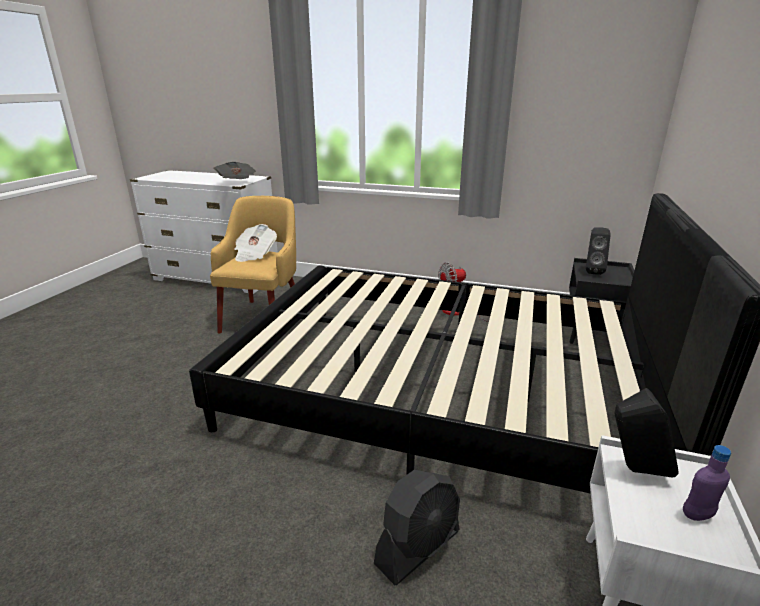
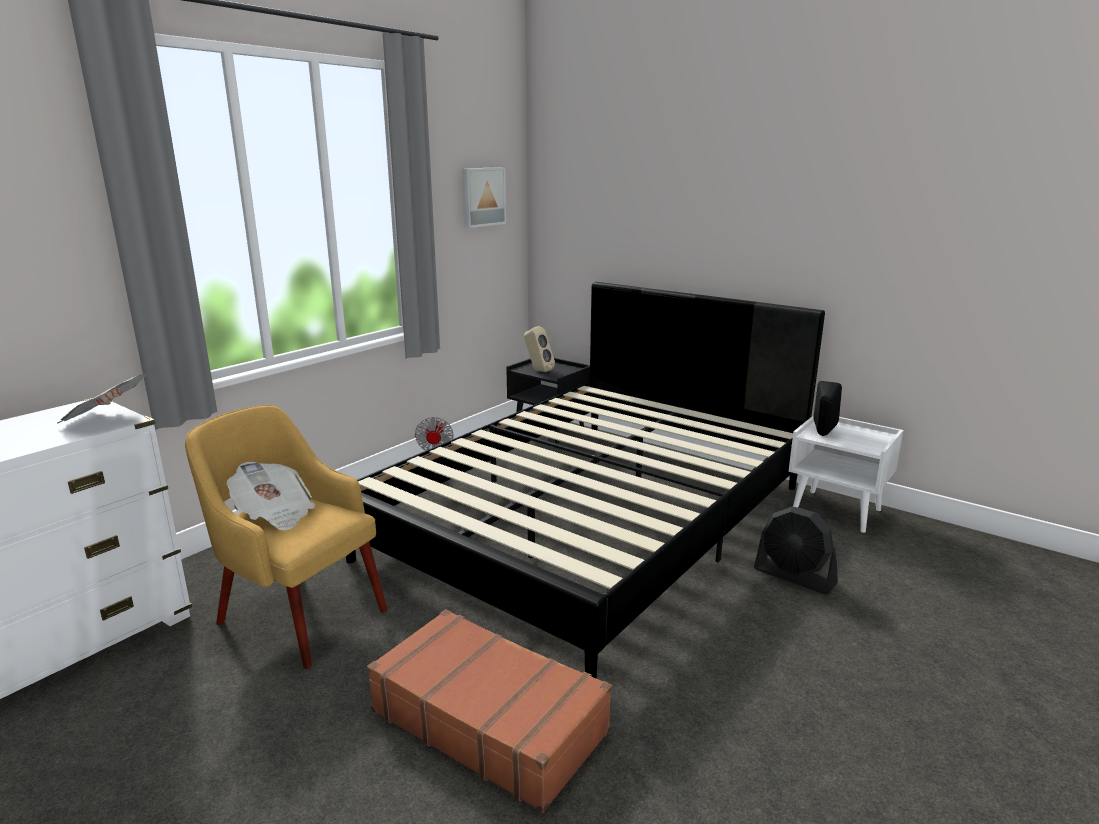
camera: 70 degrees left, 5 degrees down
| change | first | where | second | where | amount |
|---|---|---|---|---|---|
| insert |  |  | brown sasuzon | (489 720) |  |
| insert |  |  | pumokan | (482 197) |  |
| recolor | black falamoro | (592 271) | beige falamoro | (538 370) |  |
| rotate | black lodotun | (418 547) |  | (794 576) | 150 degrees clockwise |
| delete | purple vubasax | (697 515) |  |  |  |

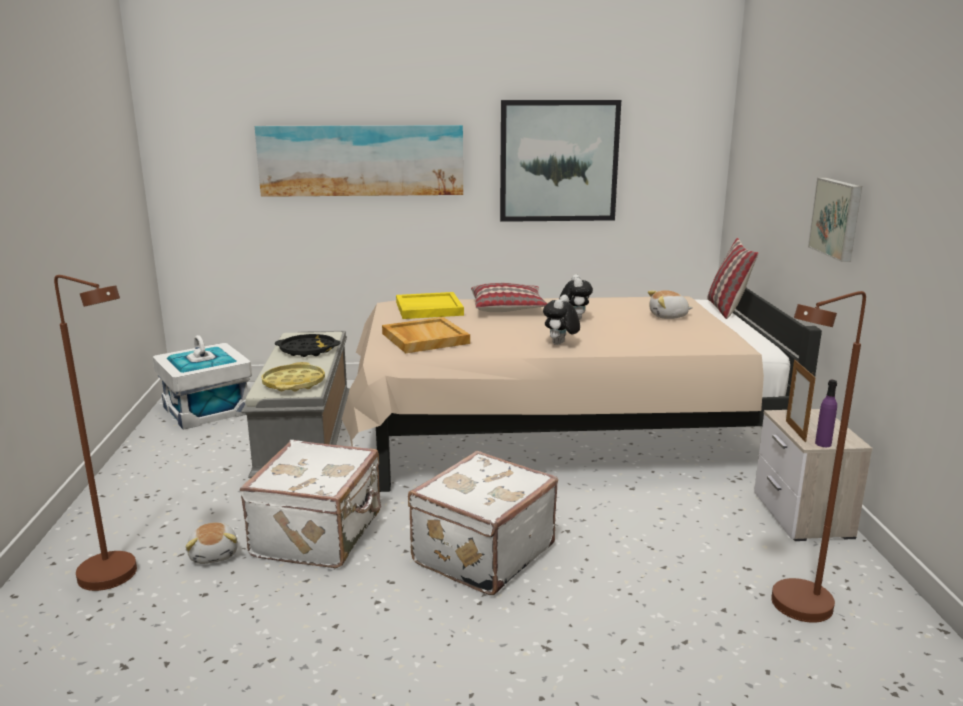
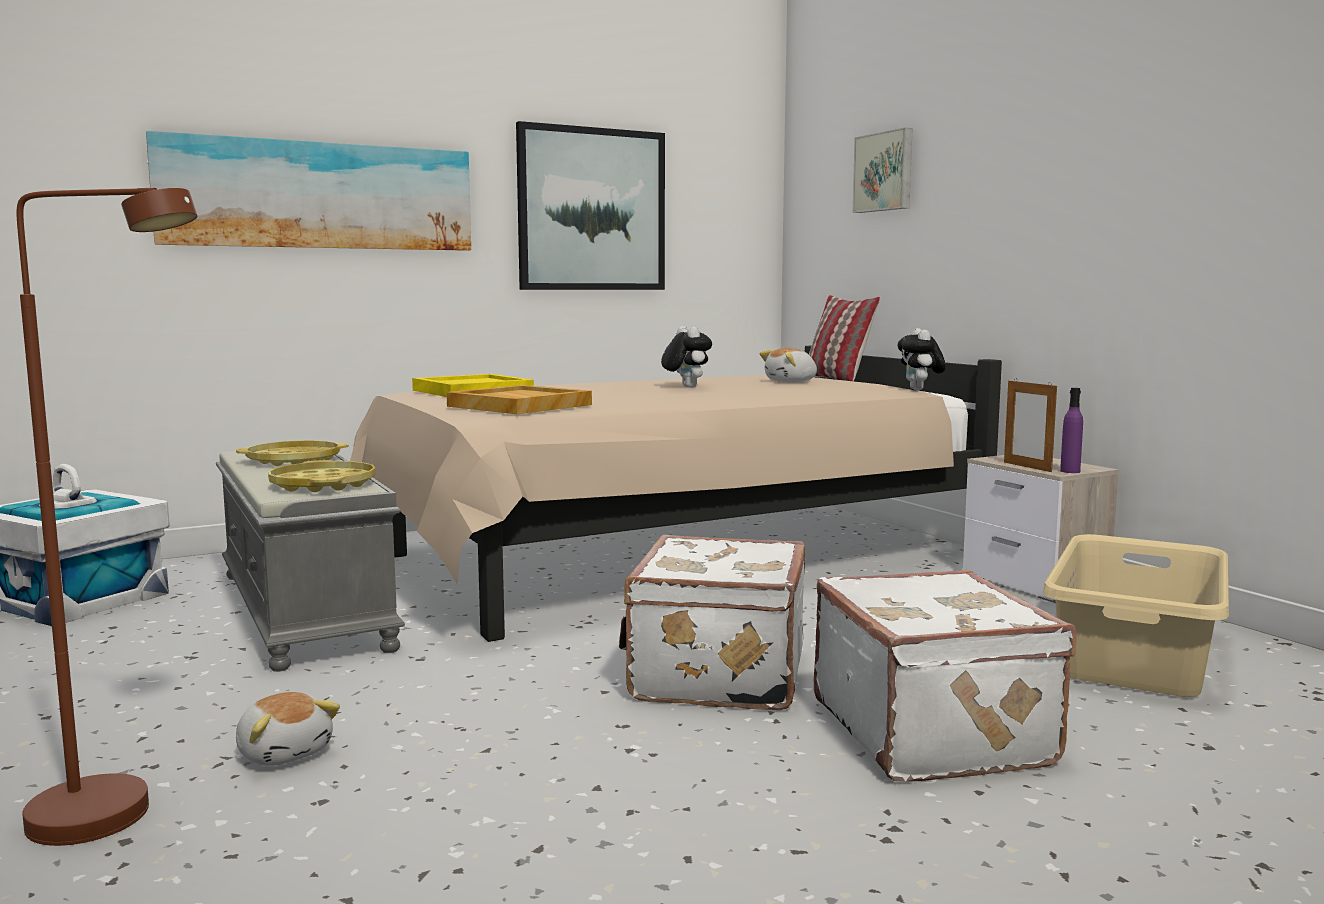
camera: 25 degrees left, 10 degrees down
| change | first | where | second | where | amount |
|---|---|---|---|---|---|
| recolor | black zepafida | (308 350) | yellow zepafida | (293 460) |  |
| move | white sasuzon | (320 534) |  | (934 732) |  |
| move | pumokan | (837 218) |  | (885 172) |  |
| move | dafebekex | (560 344) |  | (920 390) |  |
| replace | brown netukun | (794 611) | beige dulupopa | (1136 656) |  |
| delete | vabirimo | (508 308) |  |  |  |

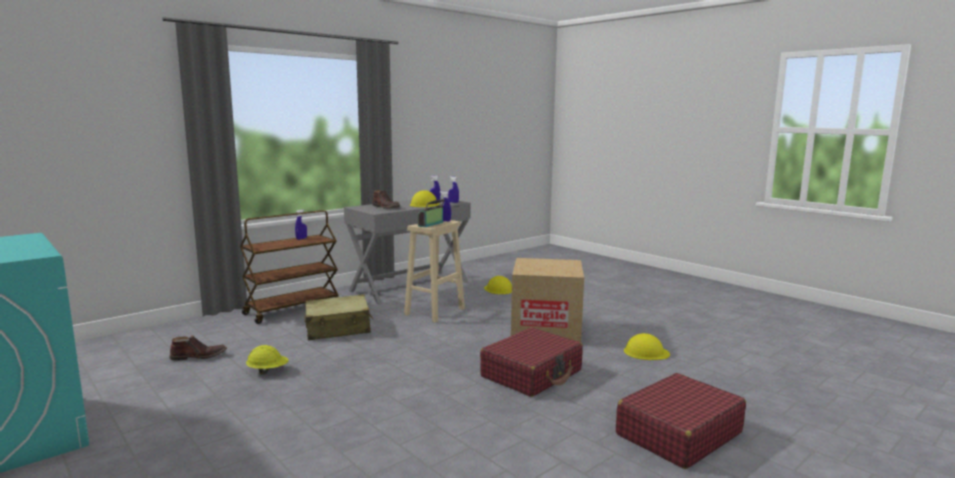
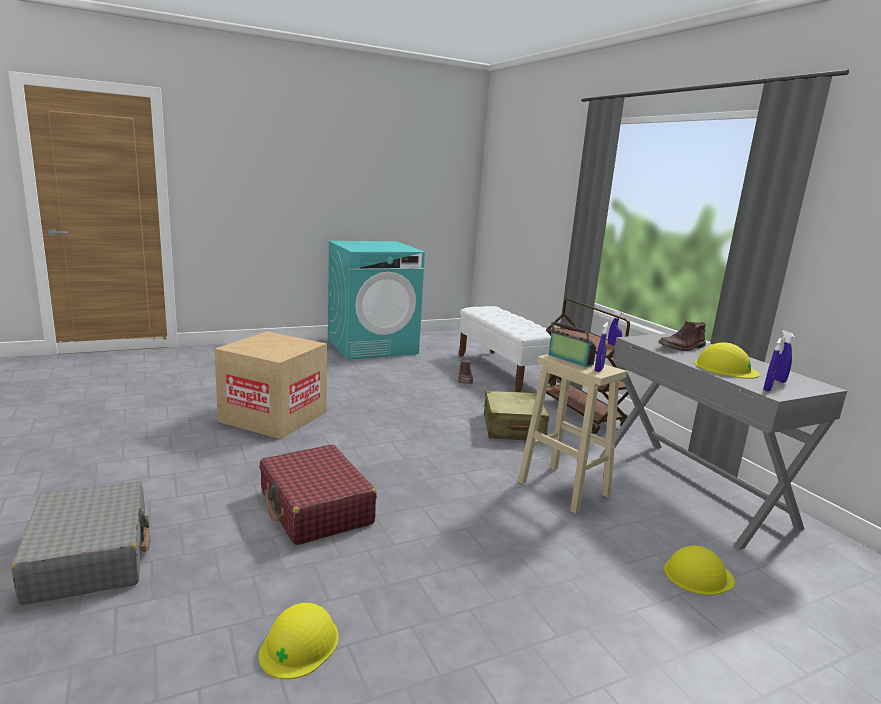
camera: 105 degrees right, 5 degrees up
| change | first | where | second | where | amount |
|---|---|---|---|---|---|
| recolor | red sasuzon | (678 434) | grey sasuzon | (90 556) |  |
| move | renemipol | (546 331) |  | (273 417) |  |
| insert |  |  | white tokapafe | (504 370) |  |
| delete | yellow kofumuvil | (268 371) |  |  |  |

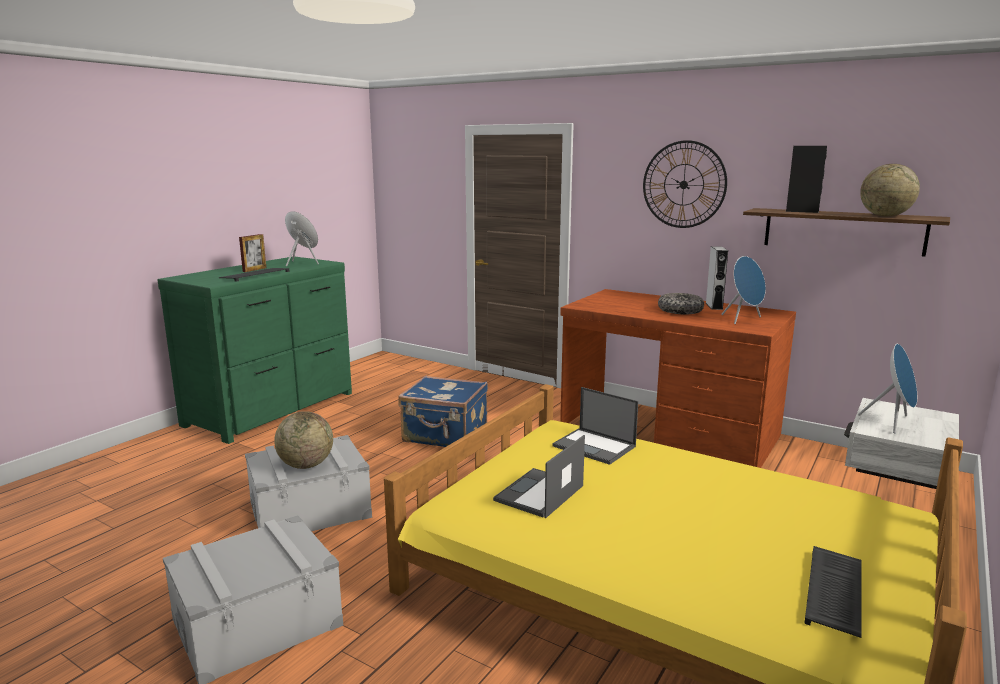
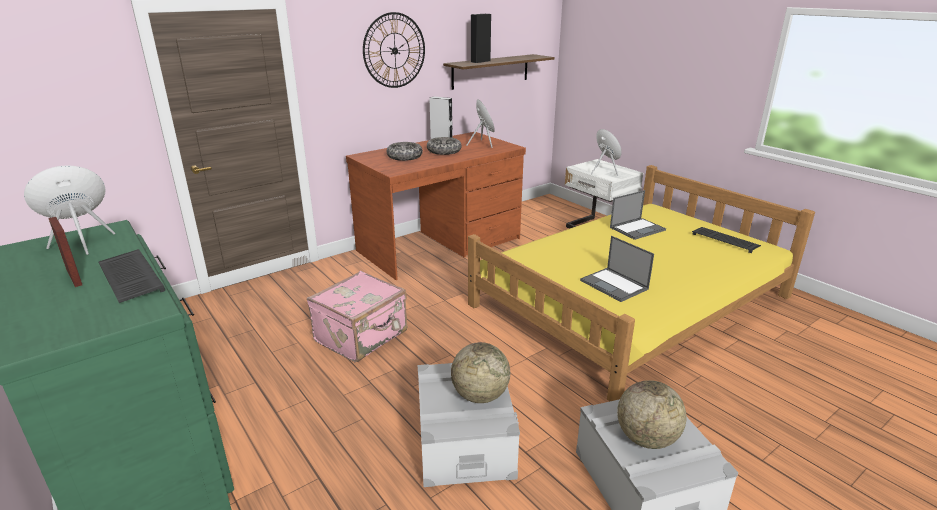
camera: 70 degrees left, 10 degrees up
| change | first | where | second | where | amount |
|---|---|---|---|---|---|
| recolor | blue sasuzon | (445 436) | pink sasuzon | (362 337) |  |
| insert |  |  | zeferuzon | (405 157) |  |
| move | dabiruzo | (595 446) |  | (637 229) |  |
| move | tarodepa | (885 216) |  | (646 438) |  |

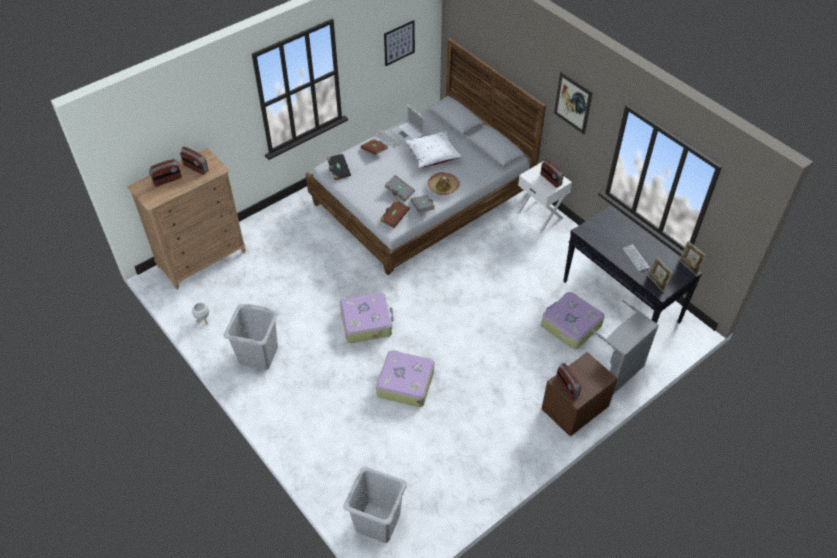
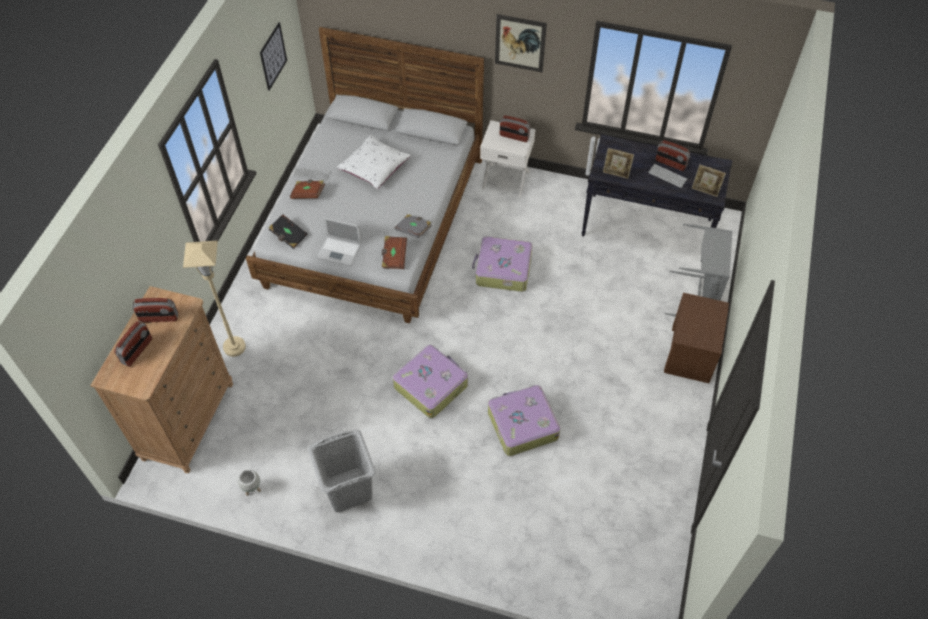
camera: 35 degrees left, 5 degrees up
| change | first | where | second | where | amount |
|---|---|---|---|---|---|
| insert |  |  | beige netukun | (234 347) |  |
| move | dabiruzo | (408 133) |  | (340 251) |  |
| move | sasuzon | (570 325) |  | (502 270) |  |
| move | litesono | (689 267) |  | (616 174) |  |
| move | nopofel | (566 387) |  | (670 163) |  |
| delete | grey dulupopa | (377 522) |  |  |  |
| delete | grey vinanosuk | (399 192) |  |  |  |
| delete | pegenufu | (443 187) |  |  |  |

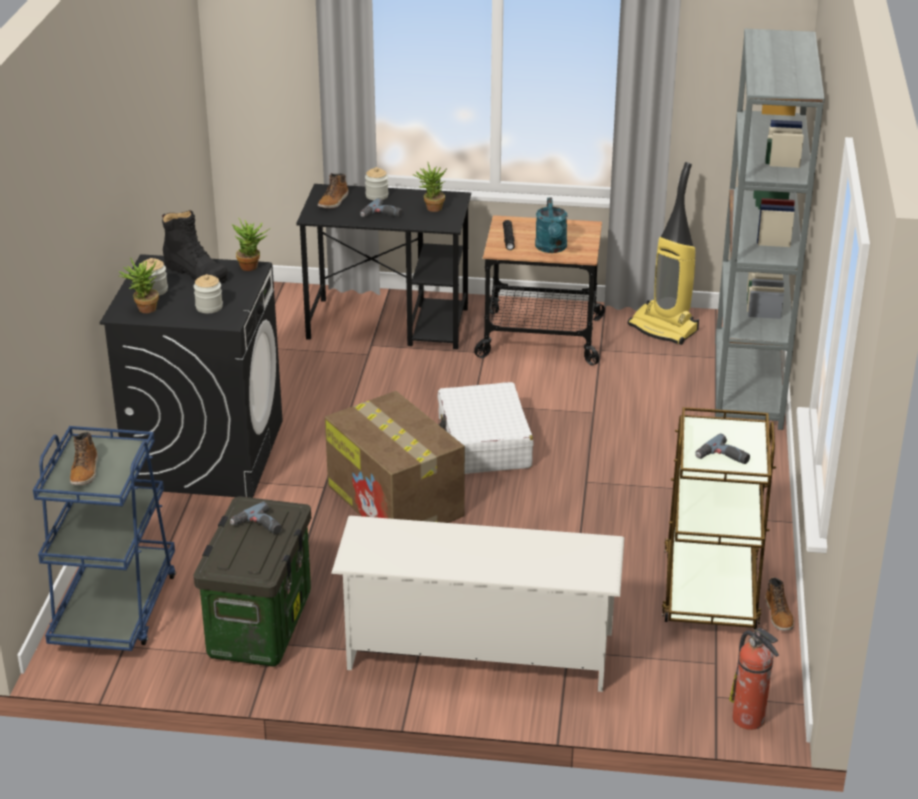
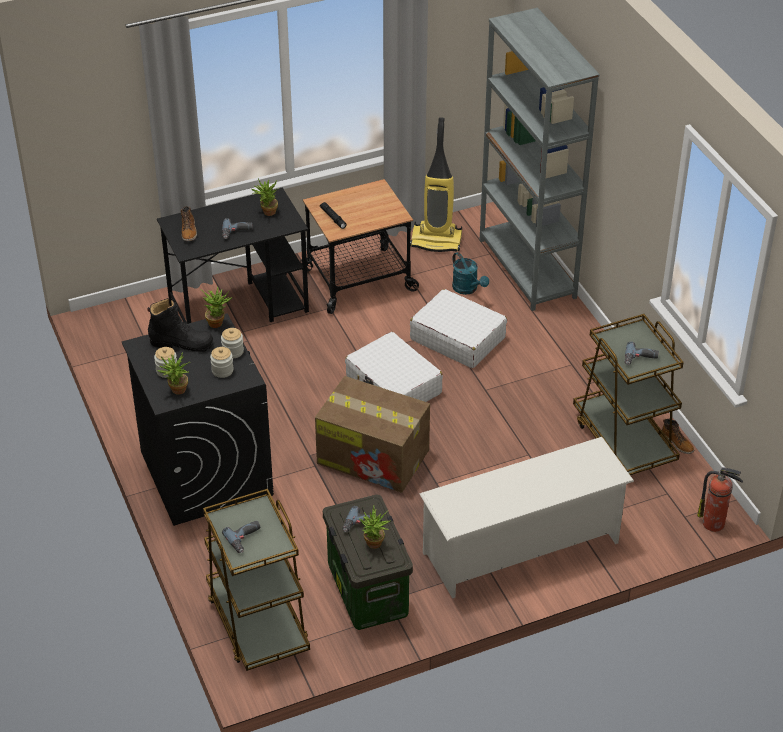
camera: 30 degrees left, 10 degrees up
| change | first | where | second | where | amount |
|---|---|---|---|---|---|
| recolor | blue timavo | (115 609) | brown timavo | (257 622) |  |
| move | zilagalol | (377 196) |  | (233 351) |  |
| replace | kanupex | (85 471) | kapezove | (245 539) |  |
| insert |  |  | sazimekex | (374 545) |  |
| insert |  |  | white sasuzon | (457 338) |  |
| move | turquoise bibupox | (551 248) |  | (468 289) |  |

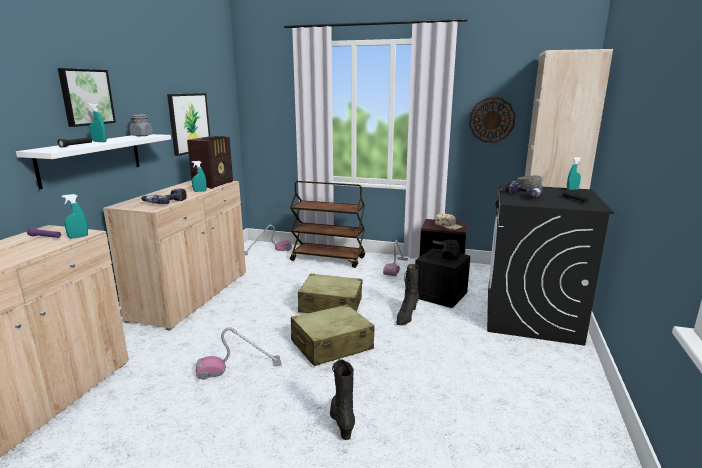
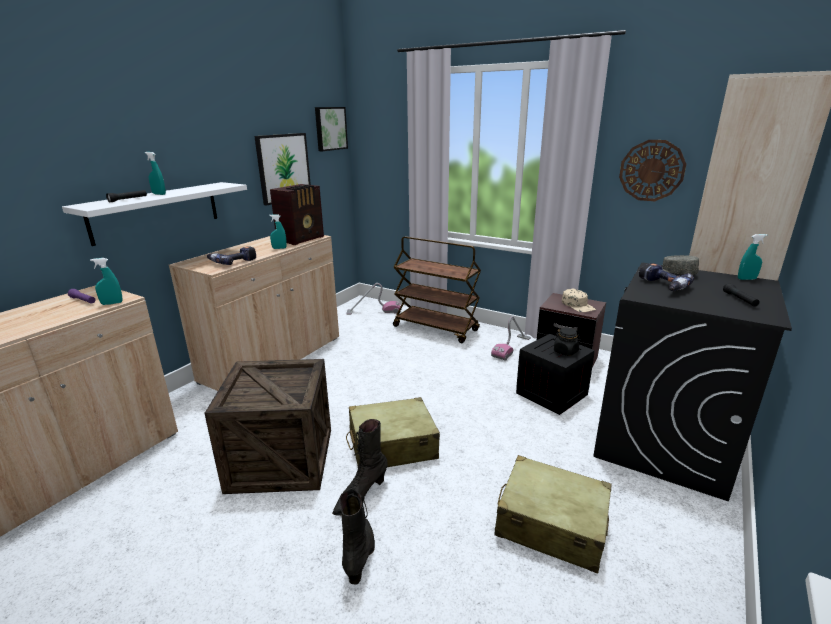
camera: 15 degrees right, 5 degrees up
| change | first | where | second | where | amount |
|---|---|---|---|---|---|
| replace | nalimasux | (239 368) | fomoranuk | (281 459) |  |
| move | pumokan | (86 97) |  | (330 128) |  |
| move | black kanupex | (406 316) |  | (360 496) |  |
| move | beige sasuzon | (330 306) |  | (550 524) |  |
| delete | grey zilagalol | (141 135) |  |  |  |

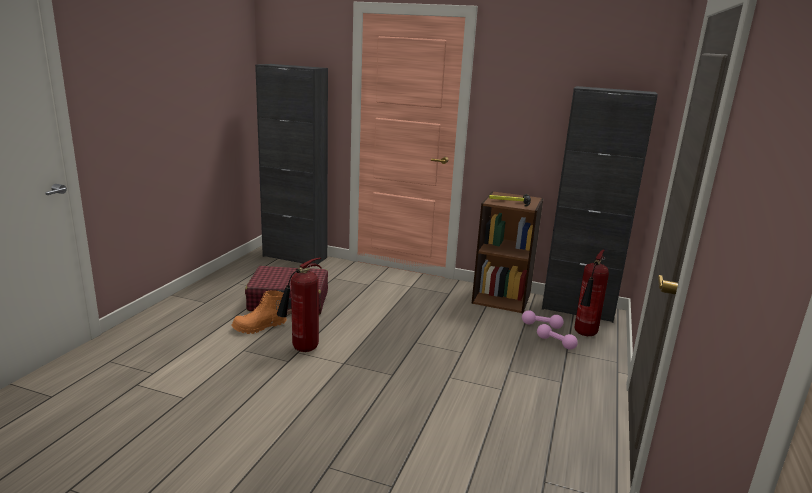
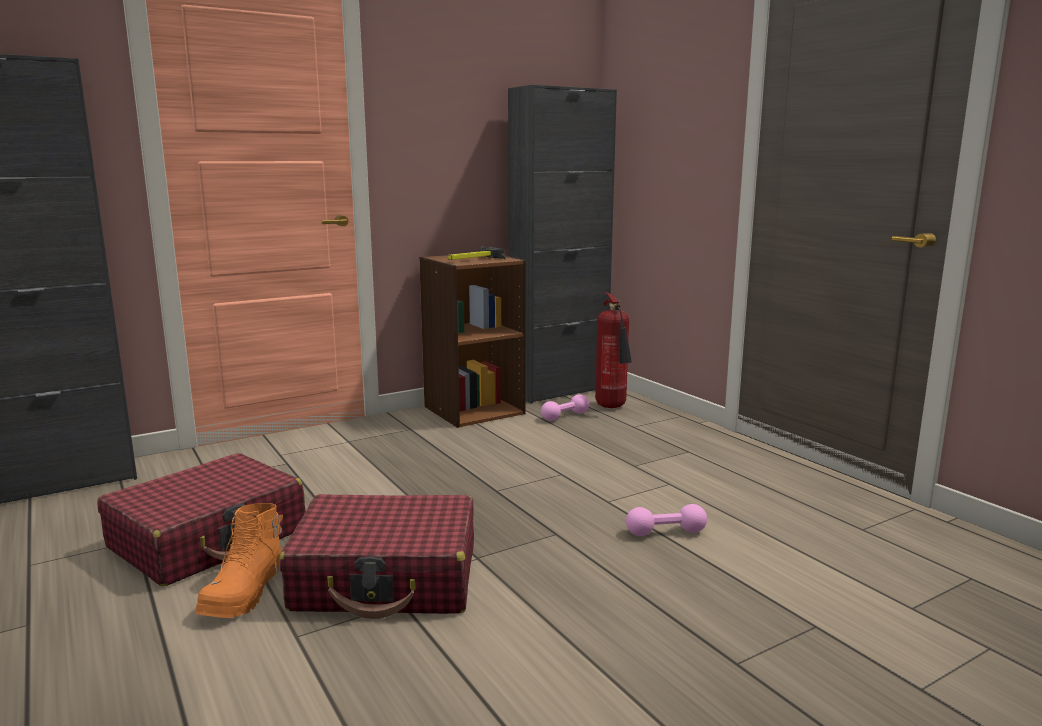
camera: 50 degrees left, 5 degrees down
| change | first | where | second | where | amount |
|---|---|---|---|---|---|
| replace | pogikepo | (302 350) | red sasuzon | (387 578) |  |
| move | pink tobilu | (555 343) |  | (665 532) |  |

